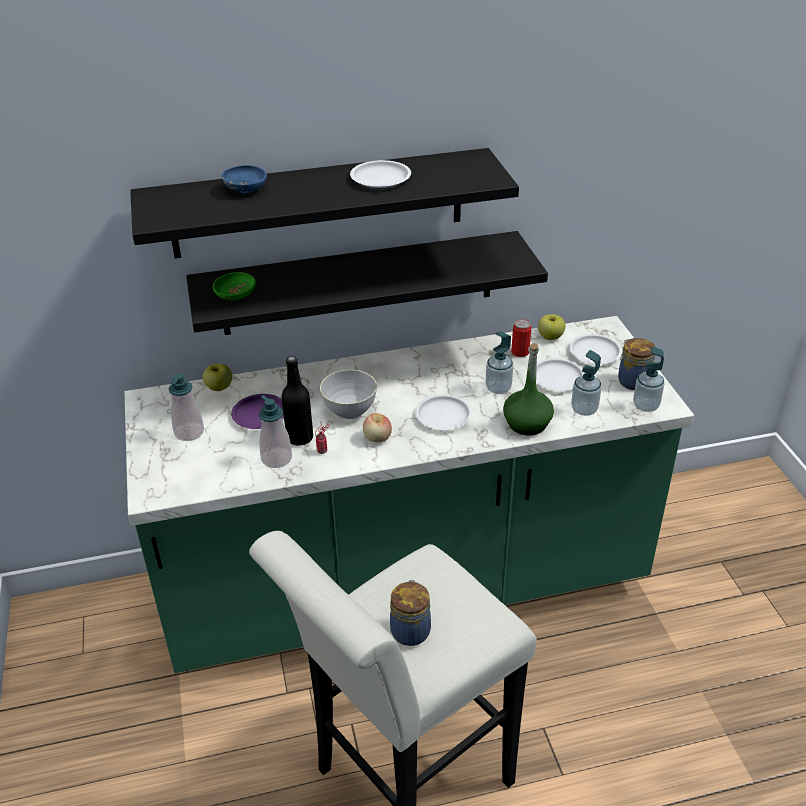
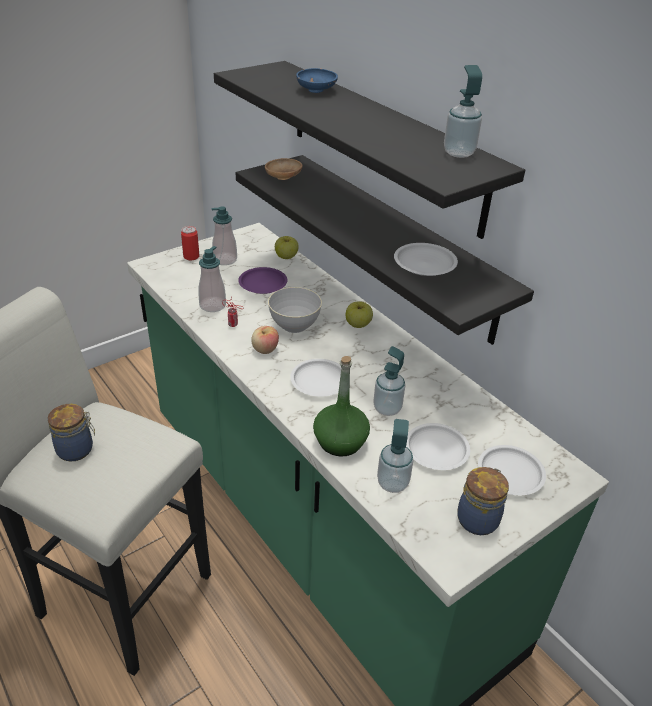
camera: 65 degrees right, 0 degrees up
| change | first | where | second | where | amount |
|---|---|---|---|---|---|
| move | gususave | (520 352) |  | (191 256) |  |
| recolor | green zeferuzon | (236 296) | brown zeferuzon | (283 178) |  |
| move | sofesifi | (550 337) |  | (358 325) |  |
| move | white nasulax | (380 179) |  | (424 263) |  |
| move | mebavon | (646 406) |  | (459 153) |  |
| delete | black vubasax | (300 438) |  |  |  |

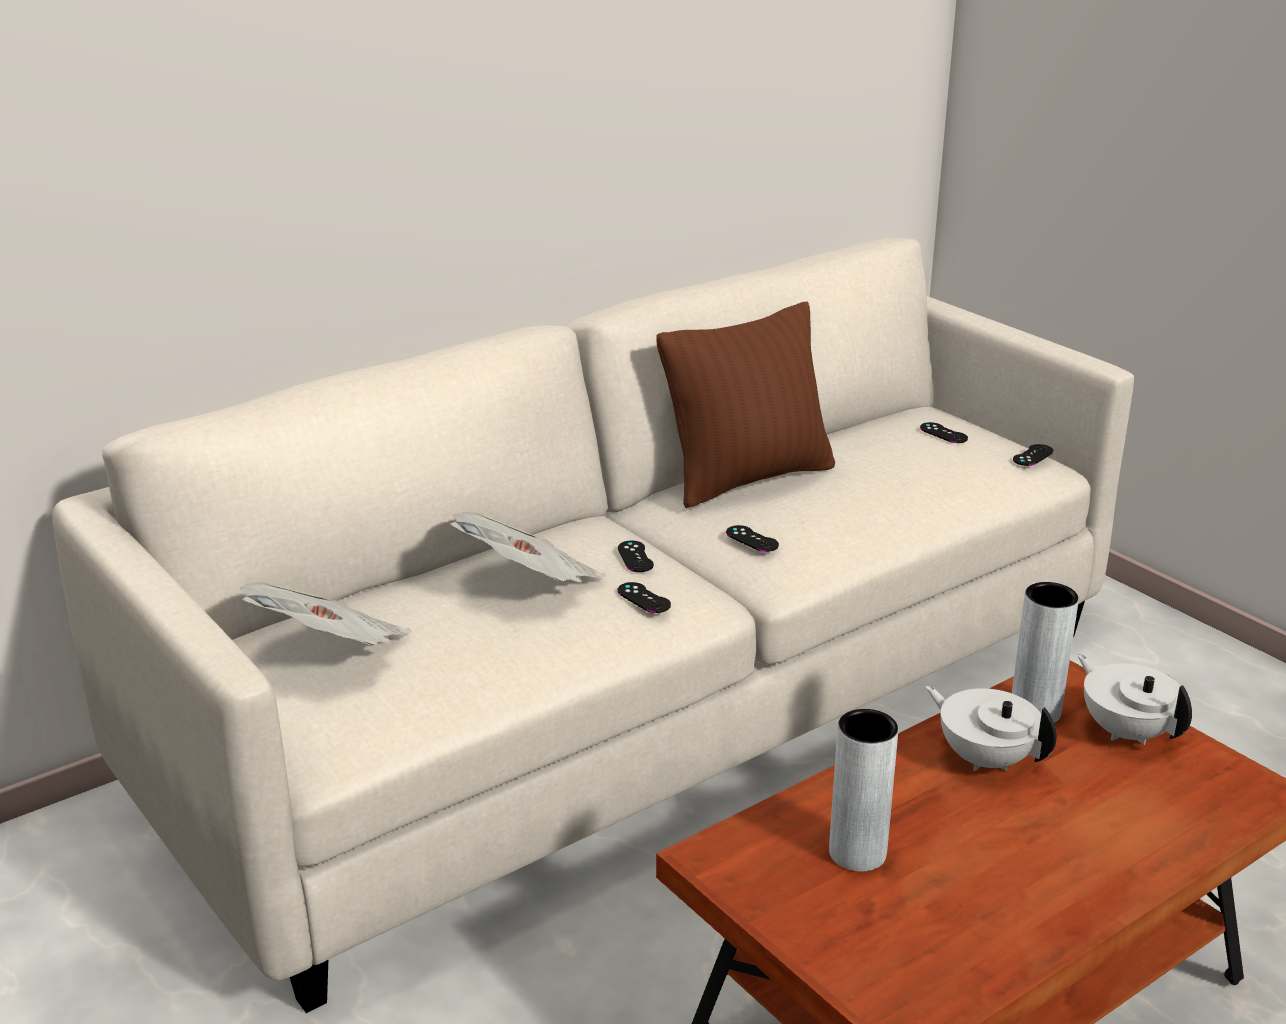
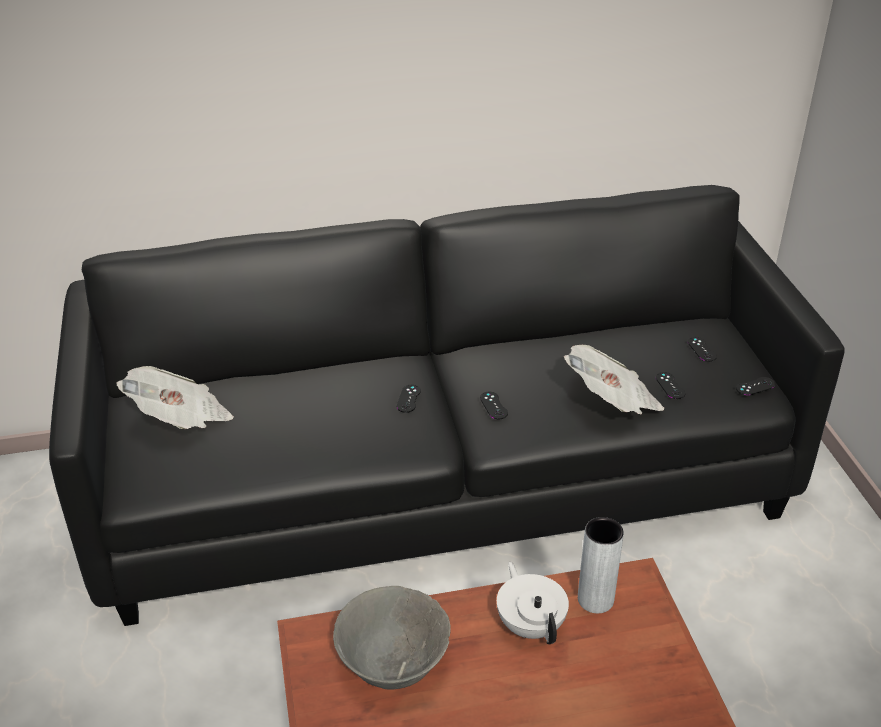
camera: 25 degrees right, 10 degrees up
| change | first | where | second | where | amount |
|---|---|---|---|---|---|
| recolor | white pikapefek | (642 707) | black pikapefek | (441 482) |  |
| replace | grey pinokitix | (857 853) | grey zeferuzon | (392 666) |  |
| move | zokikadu | (530 584) |  | (612 402) |  |
| move | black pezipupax | (644 598) |  | (670 385) |  |
| delete | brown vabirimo | (747 478) |  |  |  |
| delete | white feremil | (1126 731) |  |  |  |

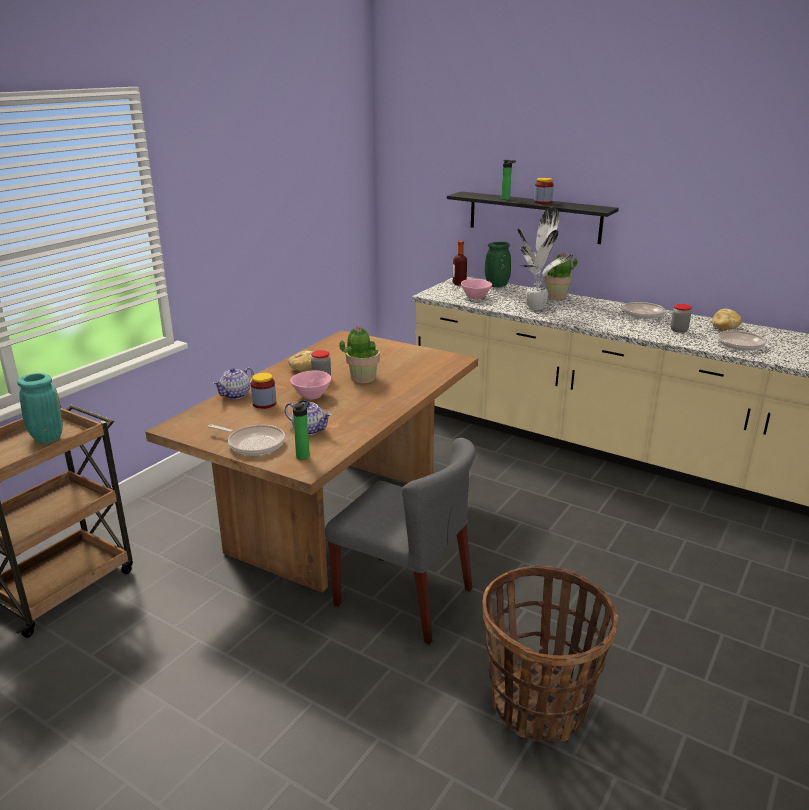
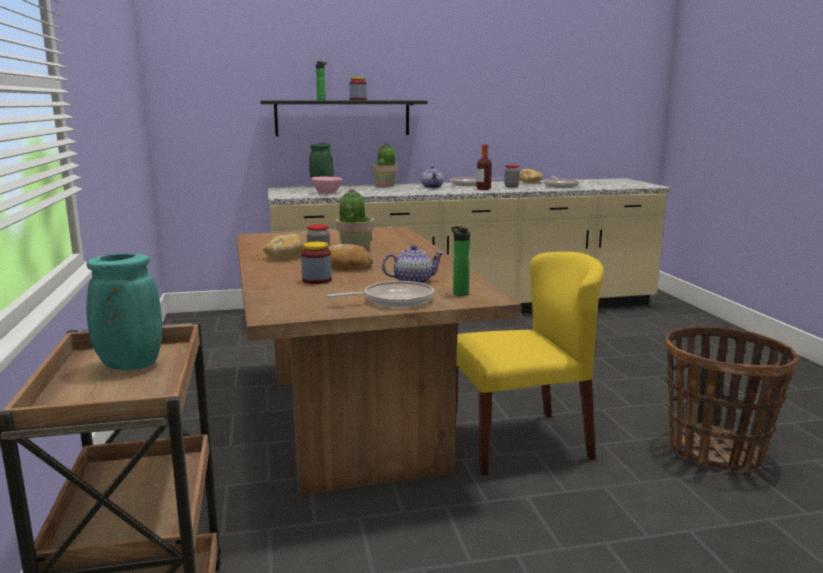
camera: 45 degrees left, 10 degrees down
| change | first | where | second | where | amount |
|---|---|---|---|---|---|
| replace | pink zeferuzon | (310 395) | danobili | (344 267) |  |
| move | feremil | (235 395) |  | (432 187) |  |
| recolor | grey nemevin | (404 597) | yellow nemevin | (519 442) |  |
| move | vubasax | (459 284) |  | (483 189) |  |
| delete | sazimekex | (536 307) |  |  |  |

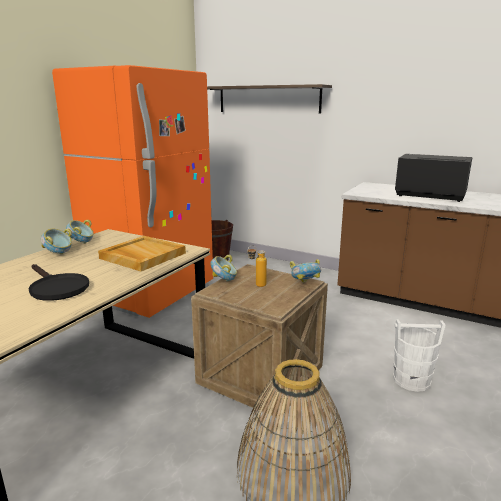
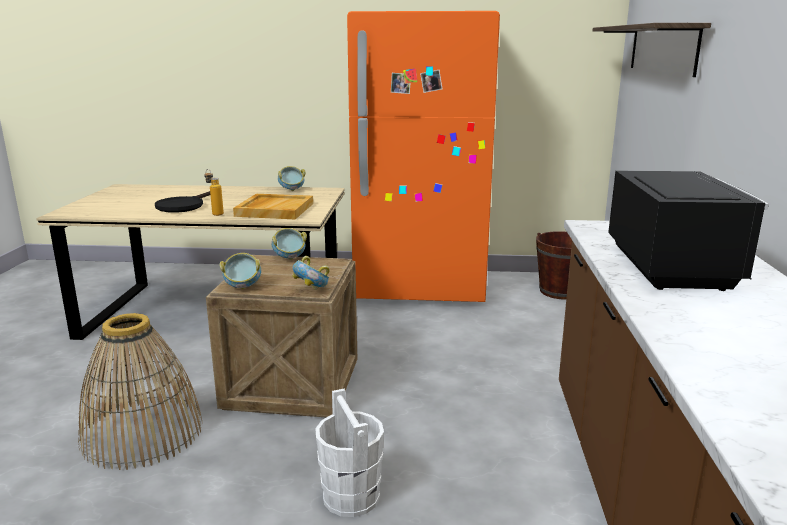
camera: 65 degrees right, 0 degrees up
| change | first | where | second | where | amount |
|---|---|---|---|---|---|
| move | vubasax | (256 286) |  | (215 213) |  |
| move | zeferuzon | (58 254) |  | (242 287) |  |

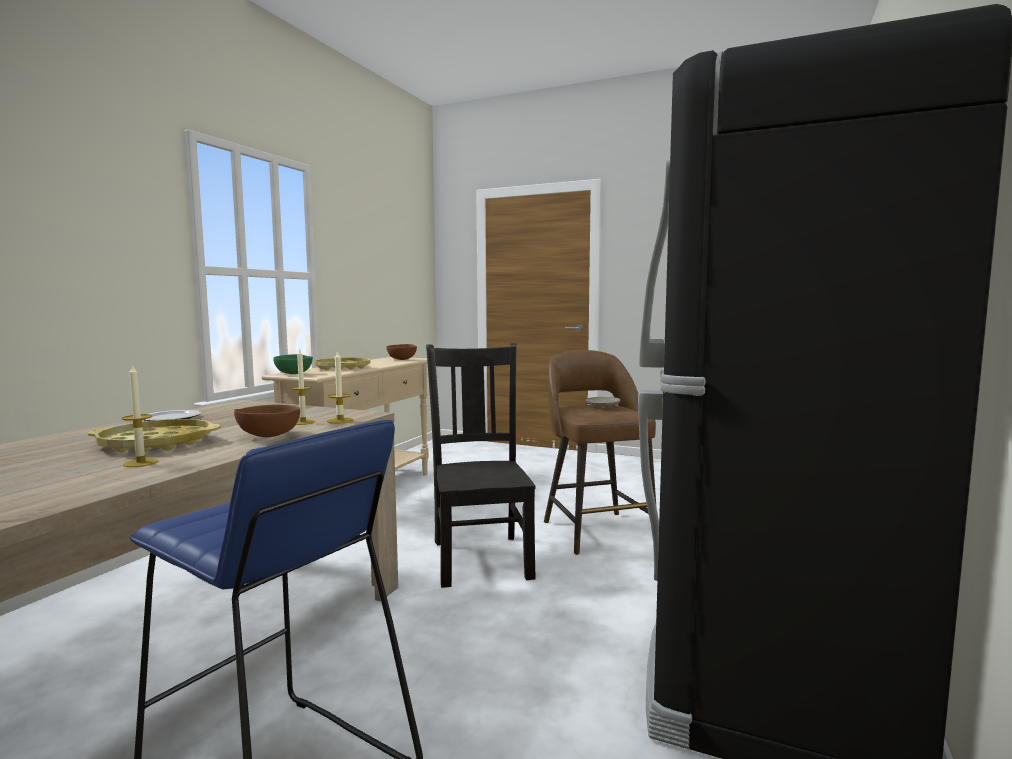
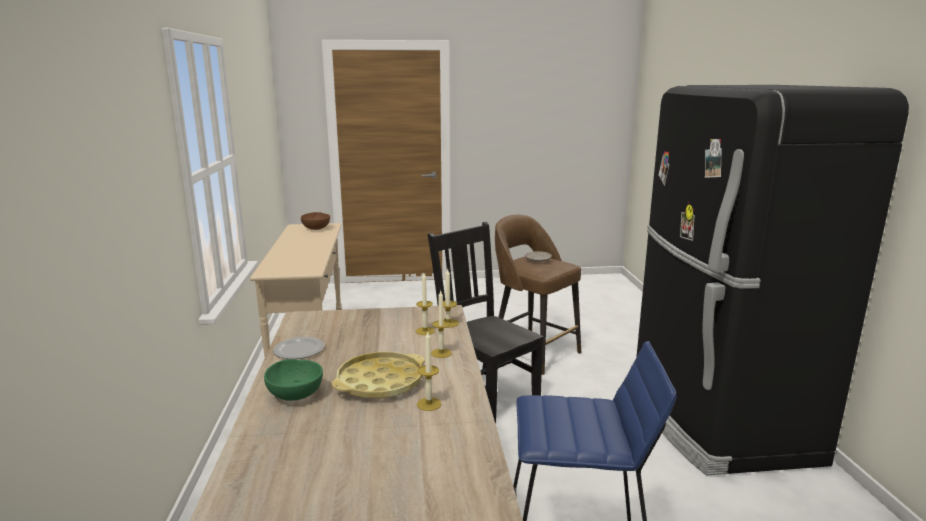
camera: 30 degrees left, 10 degrees up
| change | first | where | second | where | amount |
|---|---|---|---|---|---|
| move | green zeferuzon | (294 373) |  | (296 394) |  |
| replace | brown zeferuzon | (267 436) | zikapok | (441 353) |  |
| delete | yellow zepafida | (342 368) |  |  |  |

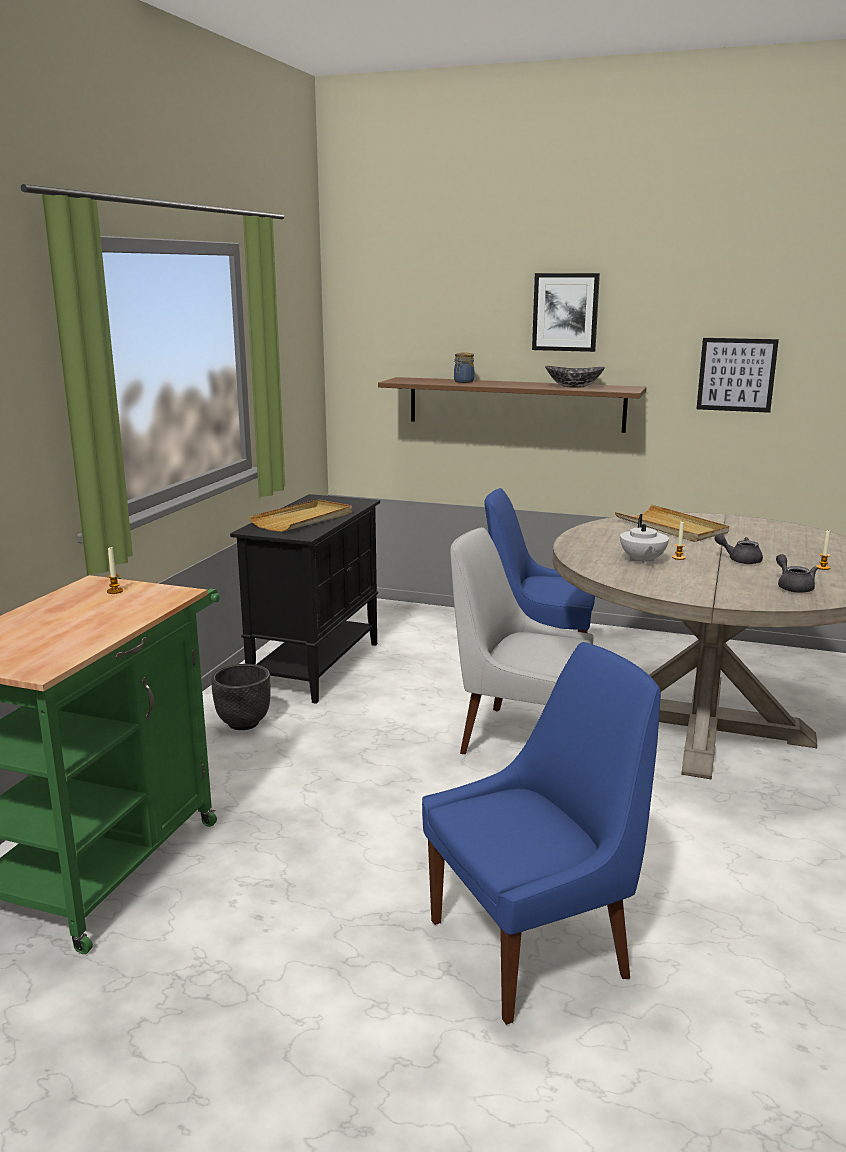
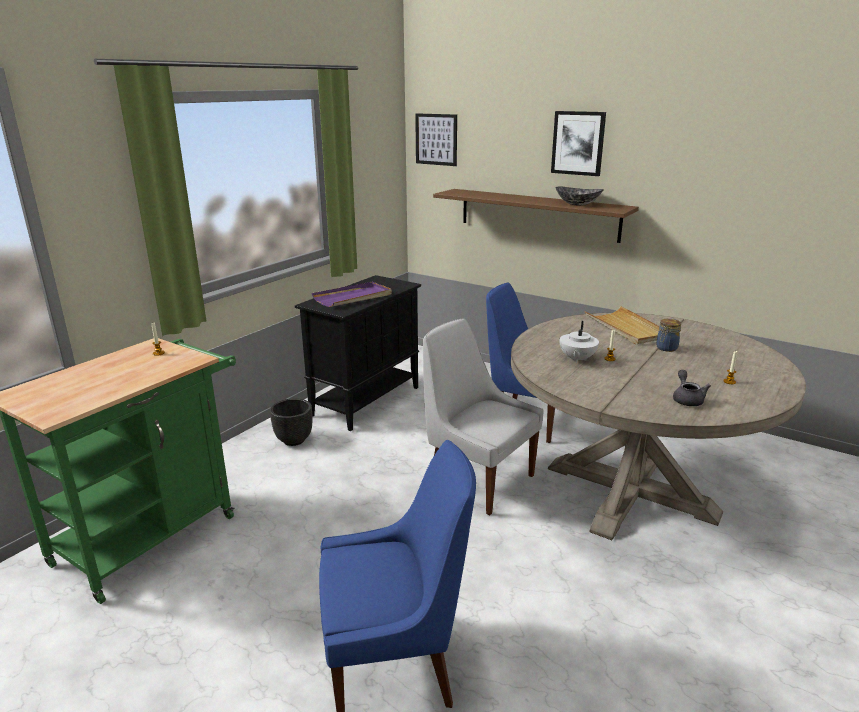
camera: 15 degrees right, 5 degrees up
| change | first | where | second | where | amount |
|---|---|---|---|---|---|
| recolor | beige zepafida | (303 519) | purple zepafida | (353 297) |  |
| move | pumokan | (736 374) |  | (436 139) |  |
| move | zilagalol | (463 382) |  | (666 348) |  |
| delete | grey feremil | (740 560) |  |  |  |

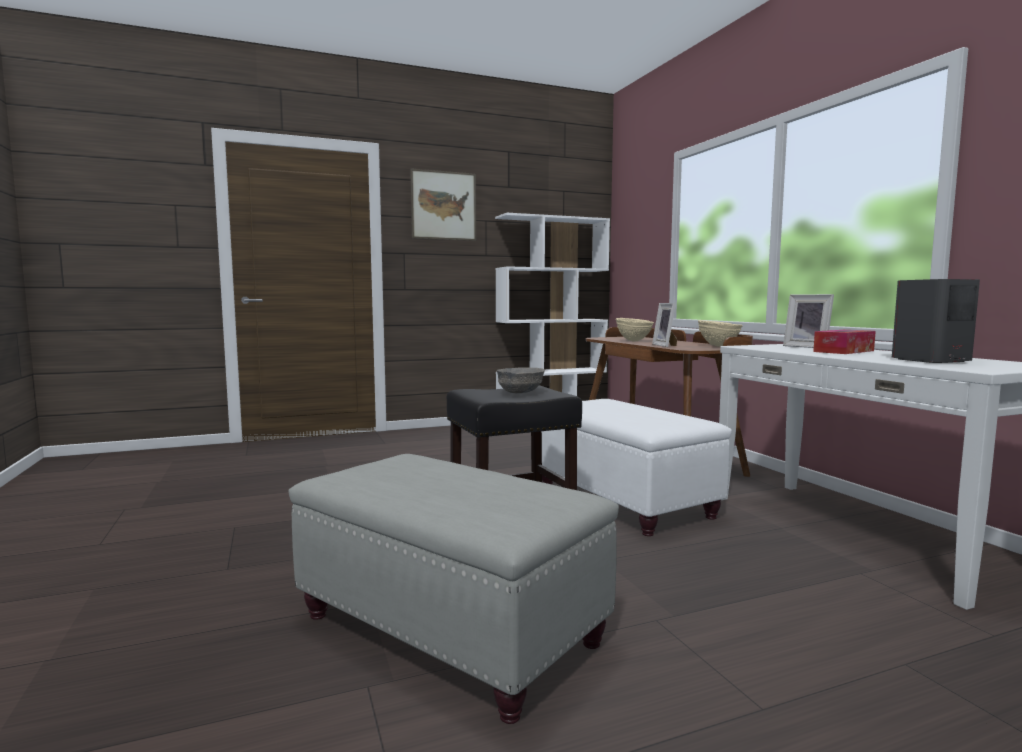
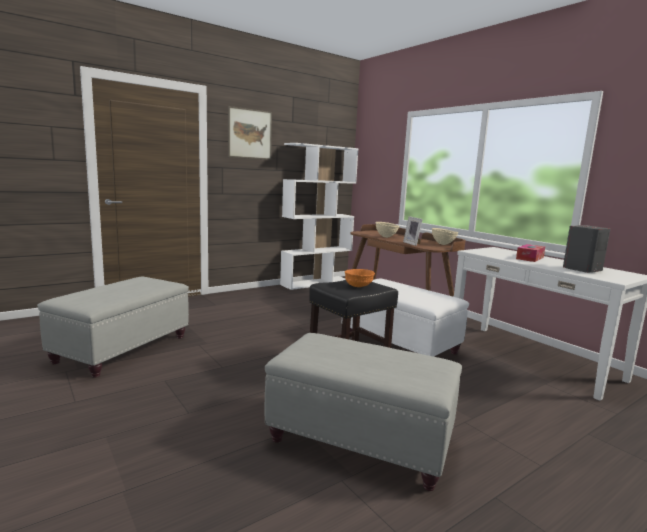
camera: 15 degrees left, 5 degrees up
| change | first | where | second | where | amount |
|---|---|---|---|---|---|
| insert |  |  | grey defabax | (123 348) |  |
| recolor | grey zeferuzon | (520 392) | orange zeferuzon | (358 286) |  |
| delete | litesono | (808 347) |  |  |  |

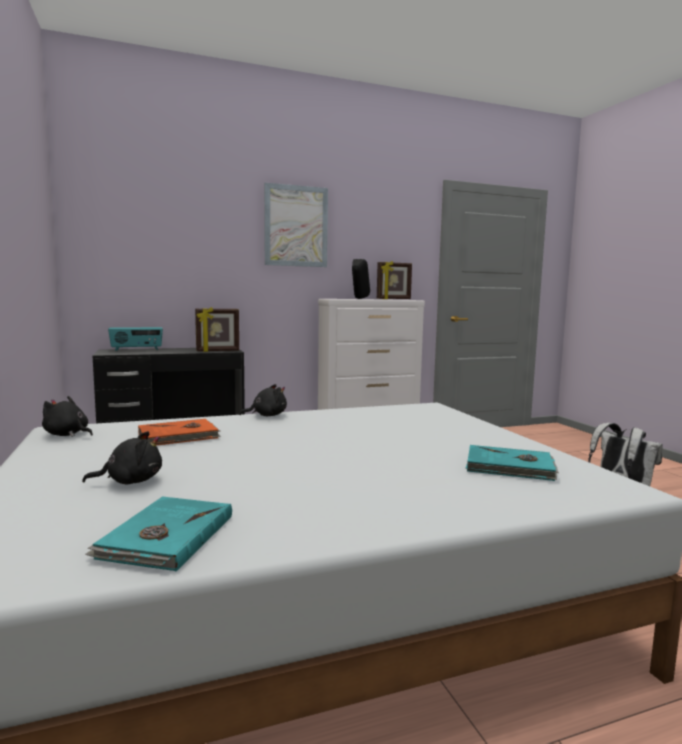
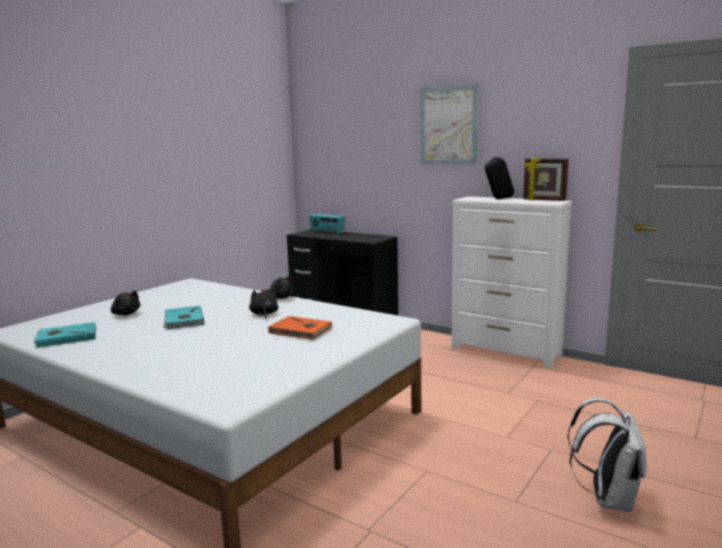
camera: 55 degrees right, 5 degrees up
| change | first | where | second | where | amount |
|---|---|---|---|---|---|
| move | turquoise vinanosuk | (510 467) |  | (183 320) |  |
| move | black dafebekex | (67 434) |  | (264 314) |  |
| move | orange vinanosuk | (179 436) |  | (300 331) |  |
| delete | litesono | (218 351) |  |  |  |

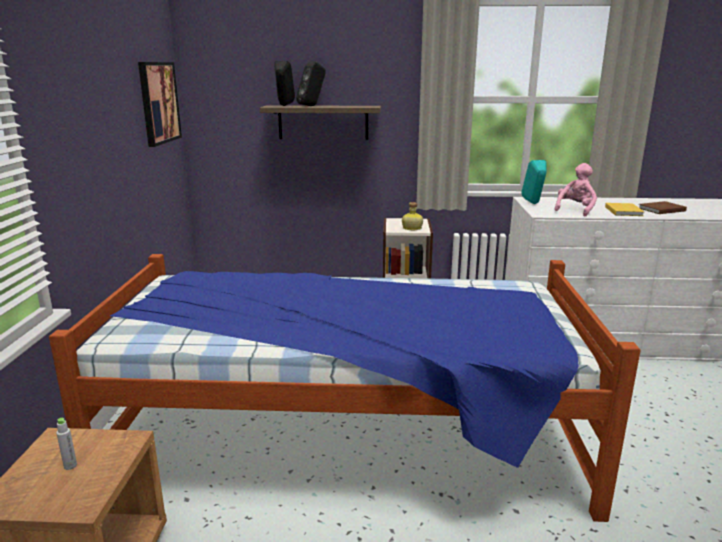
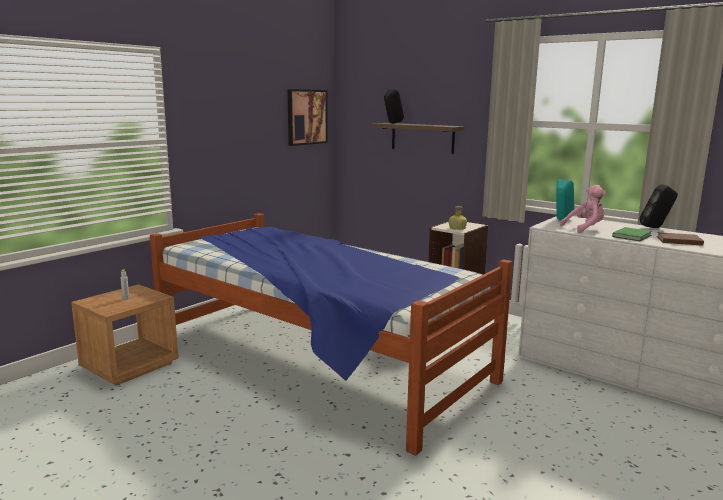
camera: 35 degrees right, 5 degrees down
| change | first | where | second | where | amount |
|---|---|---|---|---|---|
| recolor | yellow vinanosuk | (624 211) | green vinanosuk | (632 236) |  |
| move | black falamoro | (312 106) |  | (656 227) |  |

